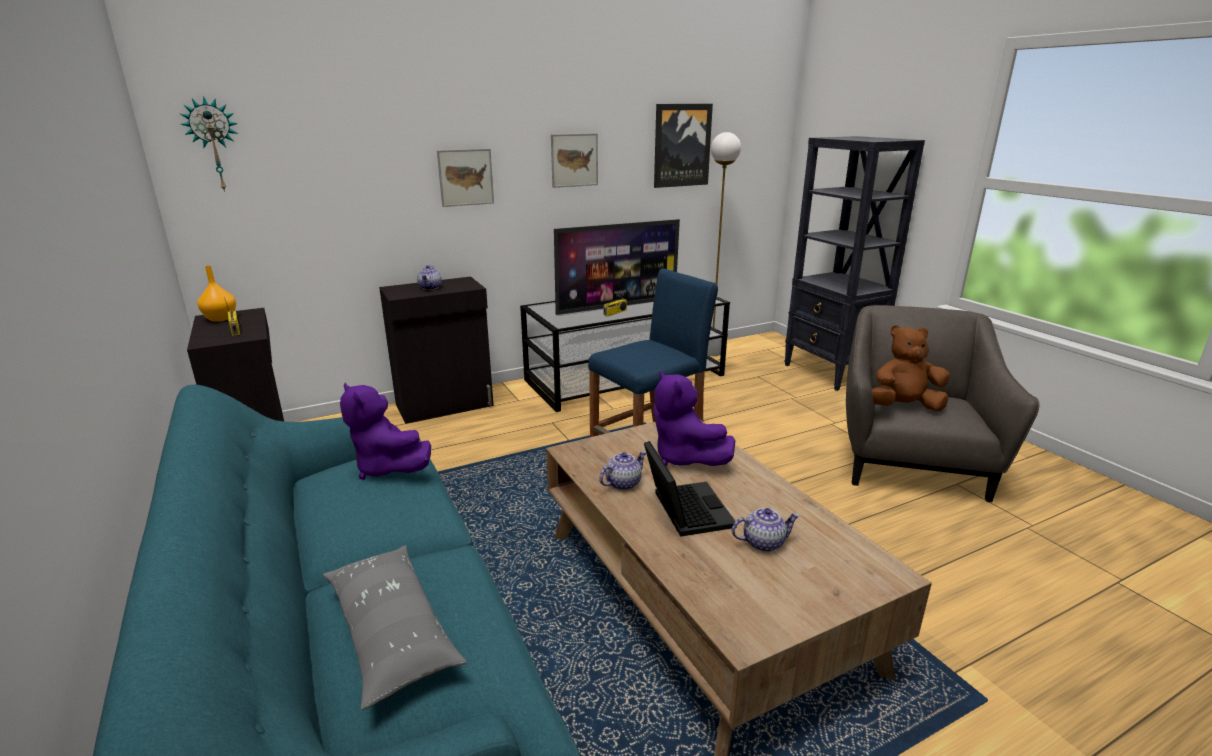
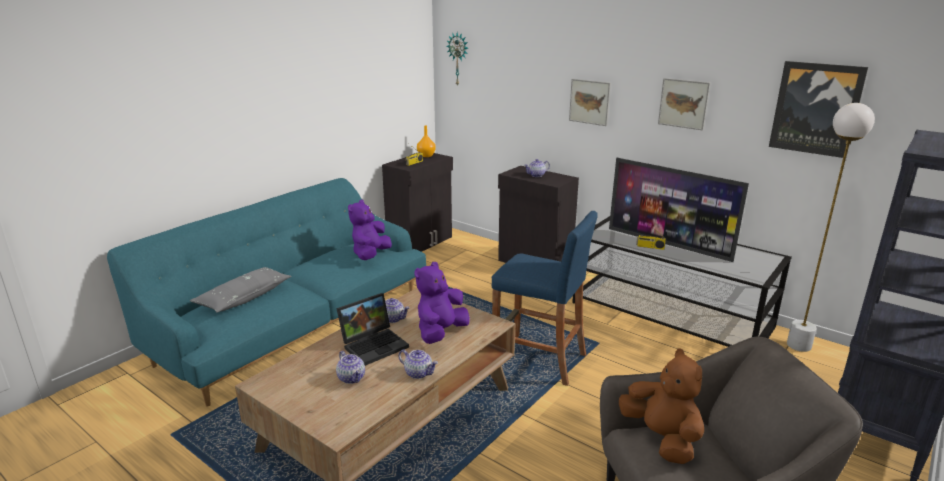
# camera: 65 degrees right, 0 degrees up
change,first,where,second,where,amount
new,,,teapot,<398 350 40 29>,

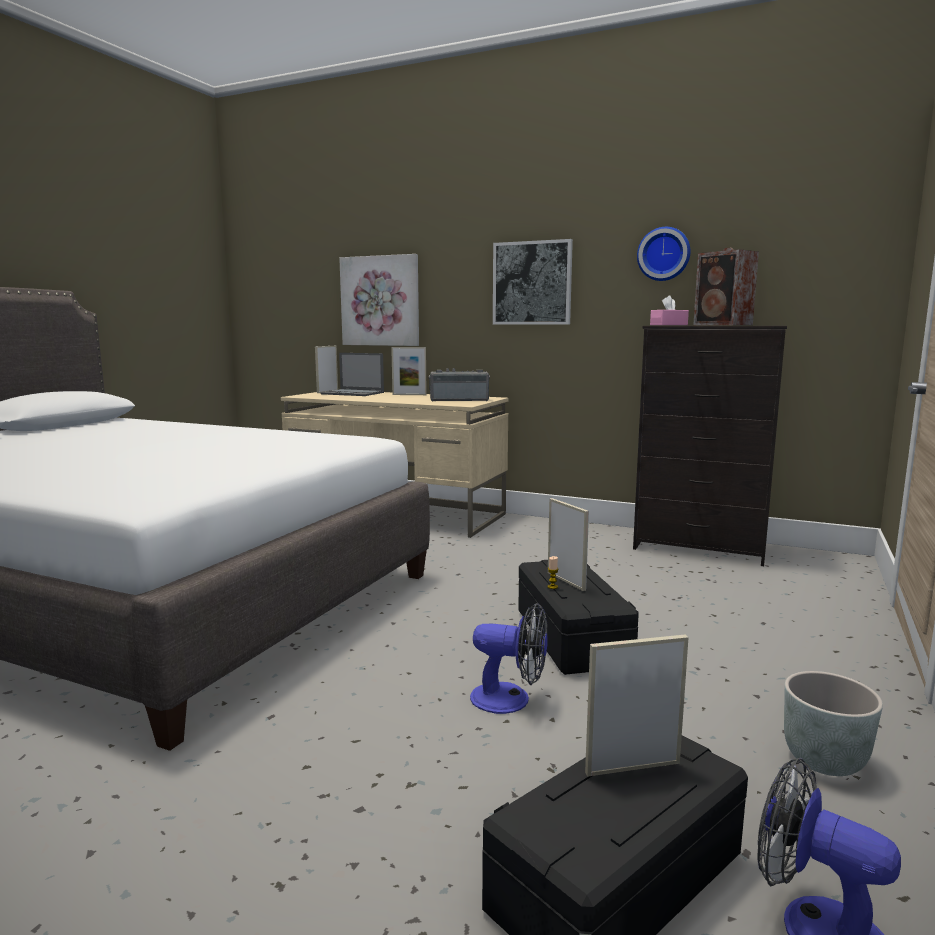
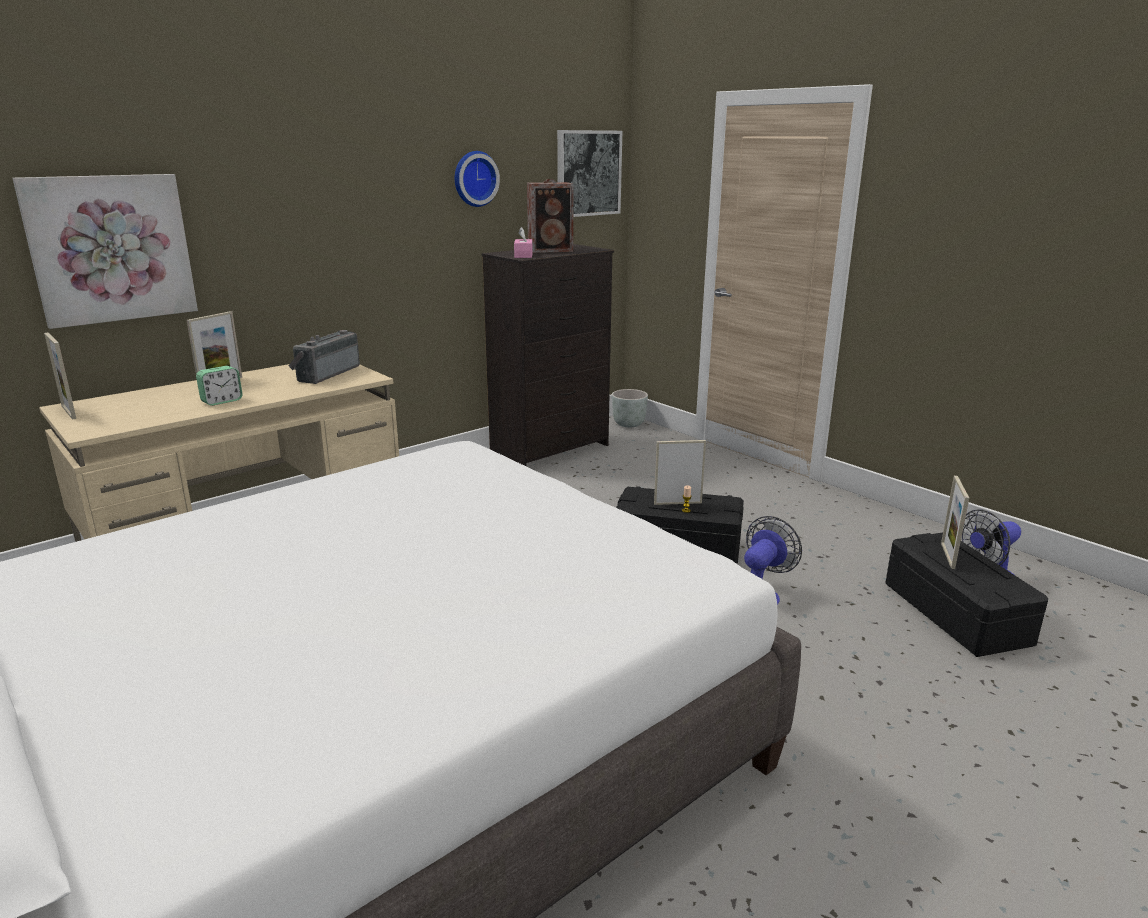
# camera: 65 degrees left, 10 degrees up
change,first,where,second,where,amount
shifted,picture,<493 239 80 86>,,<557 130 65 87>,
gone,laptop,<320 353 64 43>,,,
shifted,grey planter,<784 671 99 105>,,<612 389 36 38>,
new,,,alarm clock,<196 366 47 40>,

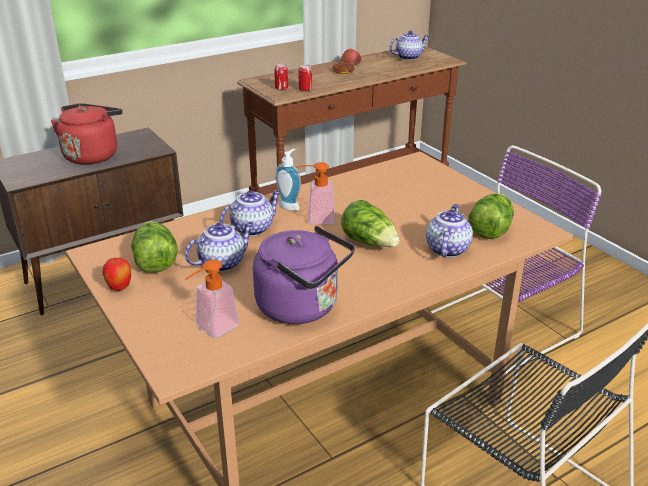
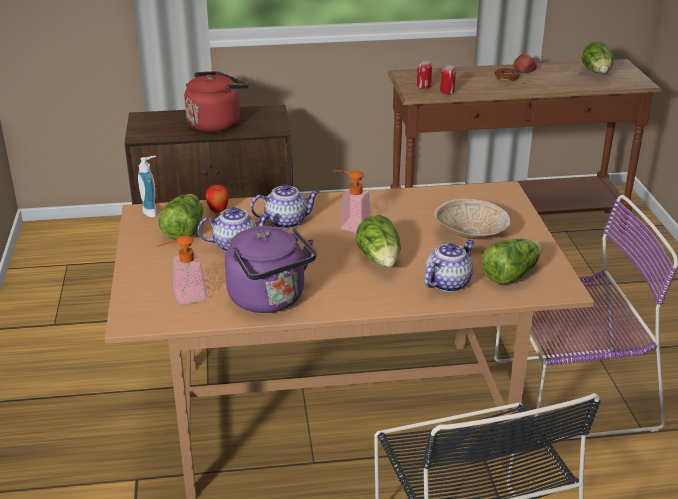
# camera: 25 degrees right, 0 degrees up
change,first,where,second,where,amount
swapped,teapot,<390 31 39 29>,lettuce,<582 41 32 32>,
shifted,soap dispenser,<275 148 26 63>,,<138 156 19 61>,
shifted,apple,<103 258 28 33>,,<206 185 23 28>,
new,,,beige bowl,<434 198 77 41>,

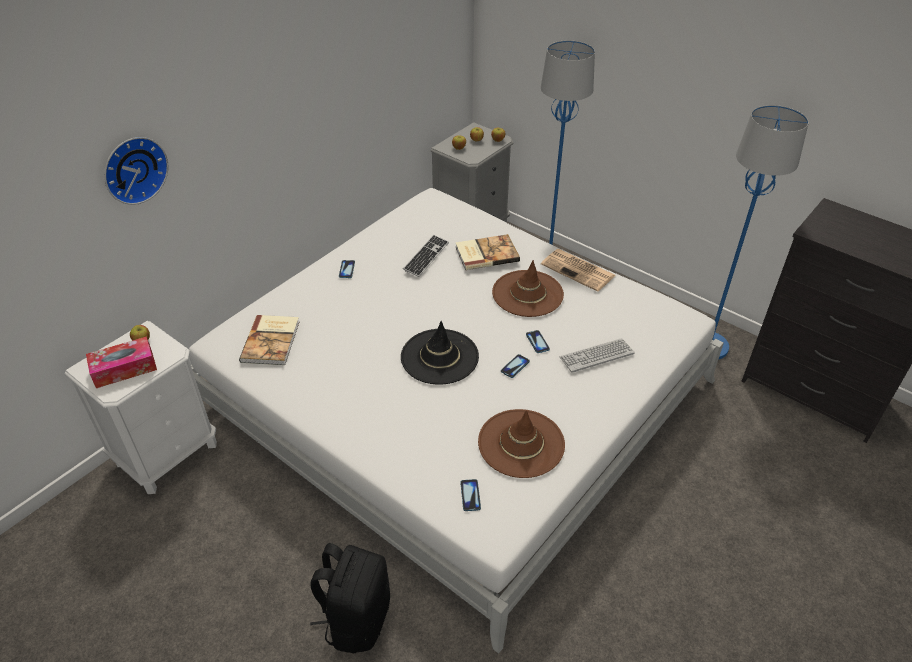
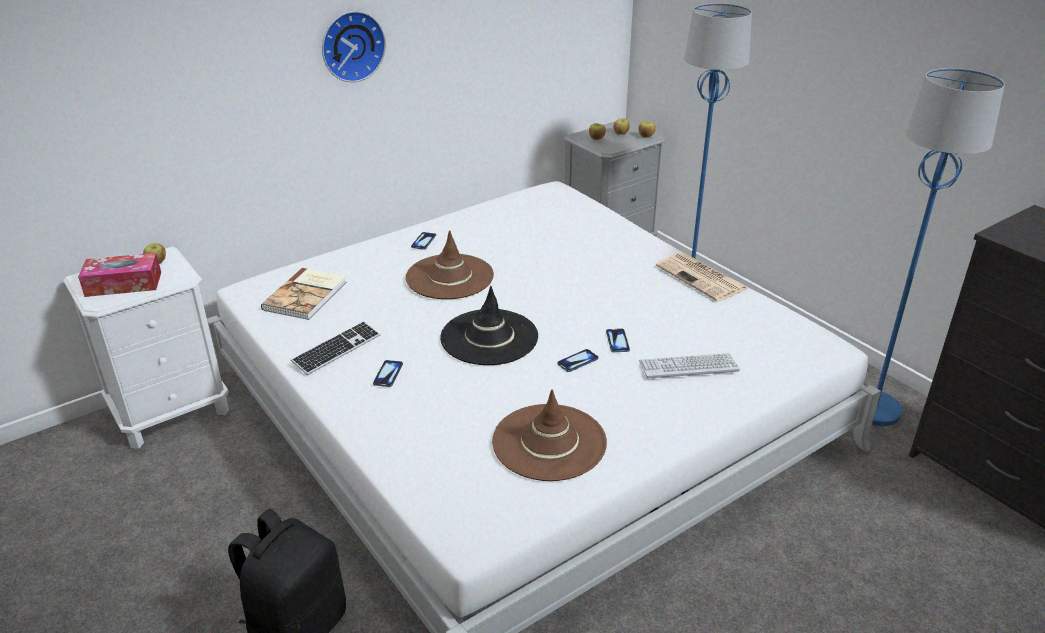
# camera: 15 degrees right, 10 degrees down
change,first,where,second,where,amount
shifted,wall clock,<104 137 64 68>,,<322 11 64 71>,
gone,book,<456 234 64 36>,,,
shifted,keyboard,<403 235 46 42>,,<291 321 89 54>,
shifted,brown hat,<492 260 72 57>,,<406 230 88 69>,
shifted,phone,<460 479 21 32>,,<373 360 30 27>,

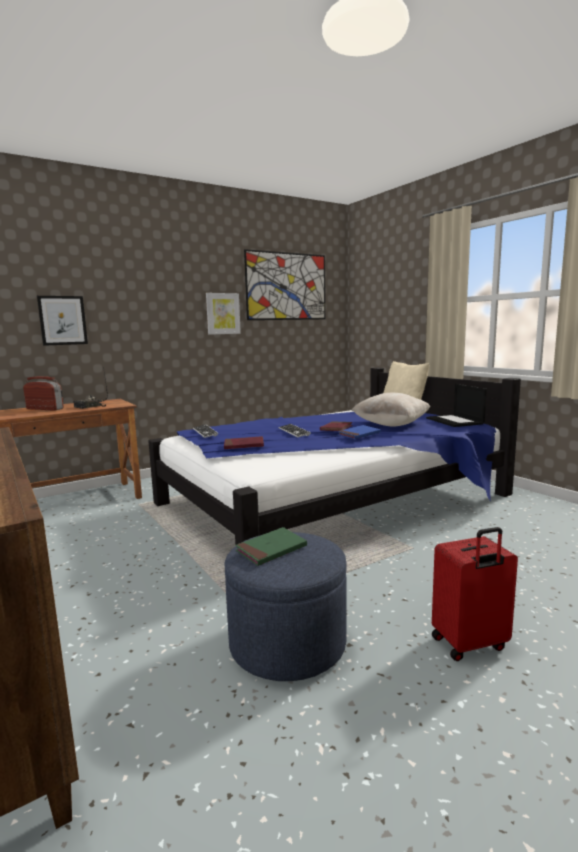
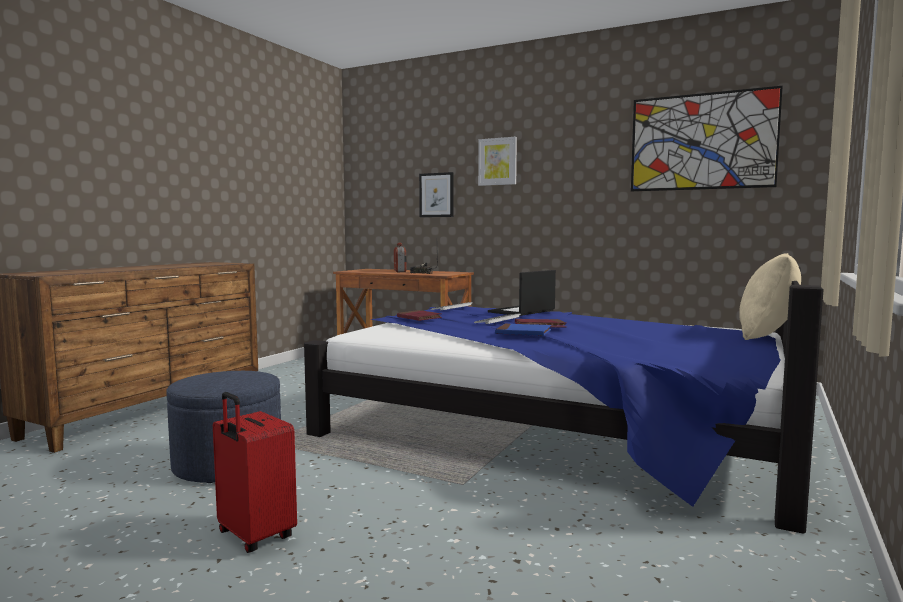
# camera: 60 degrees right, 5 degrees down
change,first,where,second,where,amount
shifted,picture,<206 293 35 42>,,<478 137 39 49>,
shifted,laptop,<426 384 61 43>,,<488 270 68 46>,
gone,beige pillow,<351 393 79 34>,,,
gone,green book,<235 527 72 39>,,,

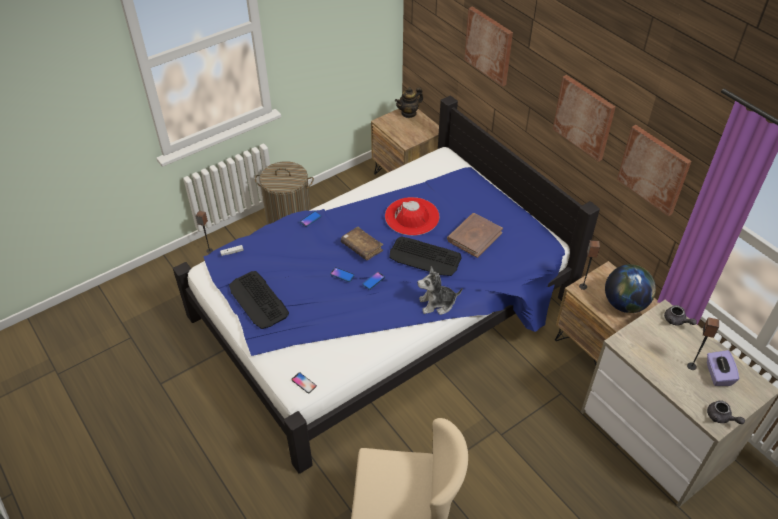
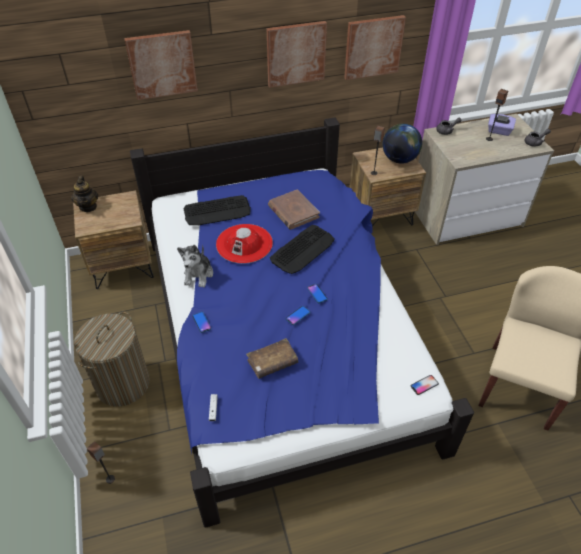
# camera: 70 degrees left, 0 degrees up
change,first,where,second,where,amount
shifted,brown book,<341 227 42 33>,,<246 338 52 41>,
shifted,plush toy,<417 266 46 49>,,<177 245 36 43>,
shifted,keyboard,<229 271 60 58>,,<184 195 67 30>,

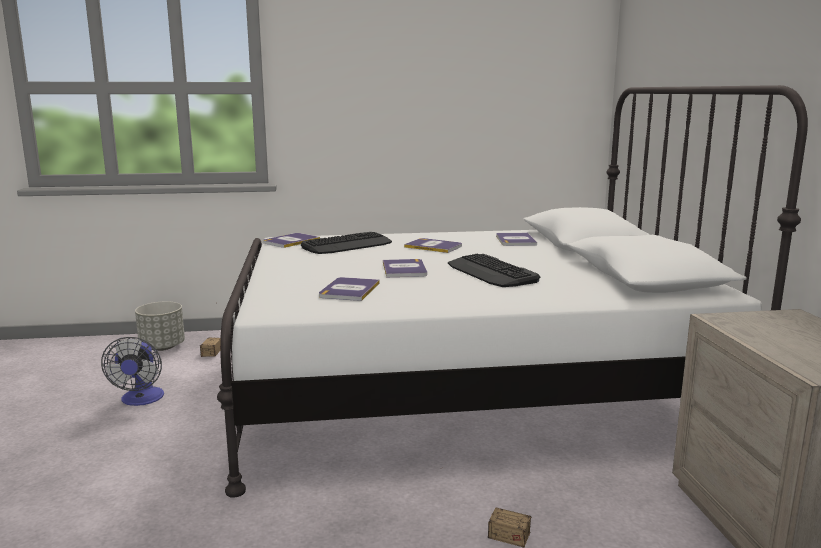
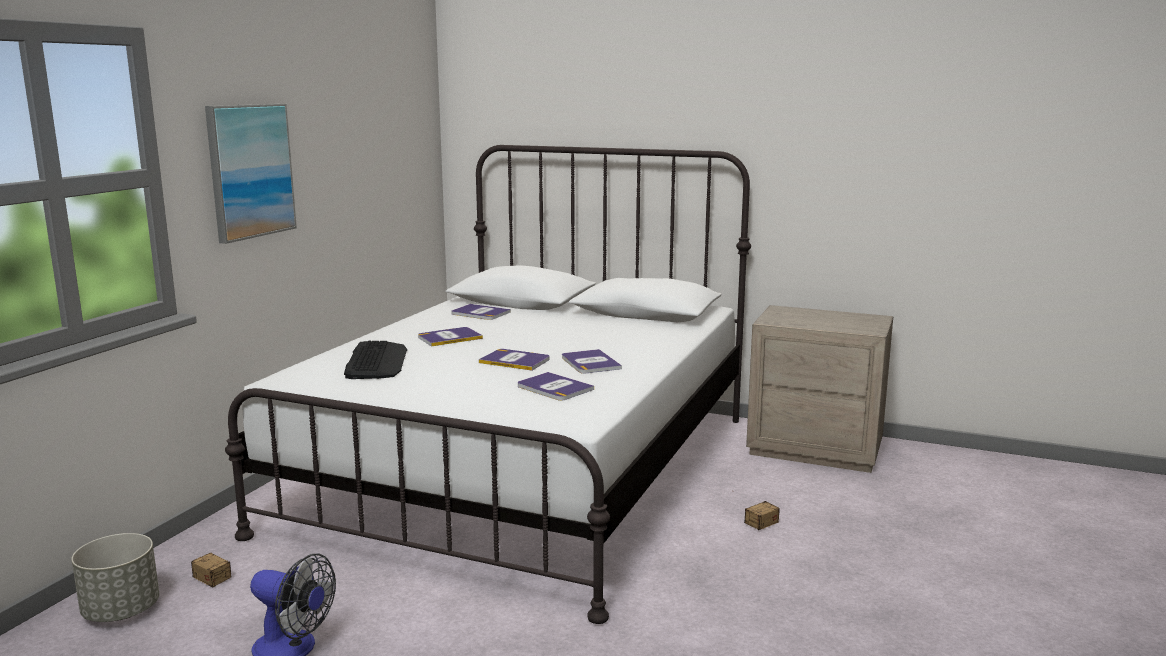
# camera: 60 degrees left, 0 degrees up
change,first,where,second,where,amount
shifted,book,<263 233 57 15>,,<562 349 60 25>,
gone,keyboard,<448 254 92 33>,,,
new,,,picture,<205 103 92 141>,

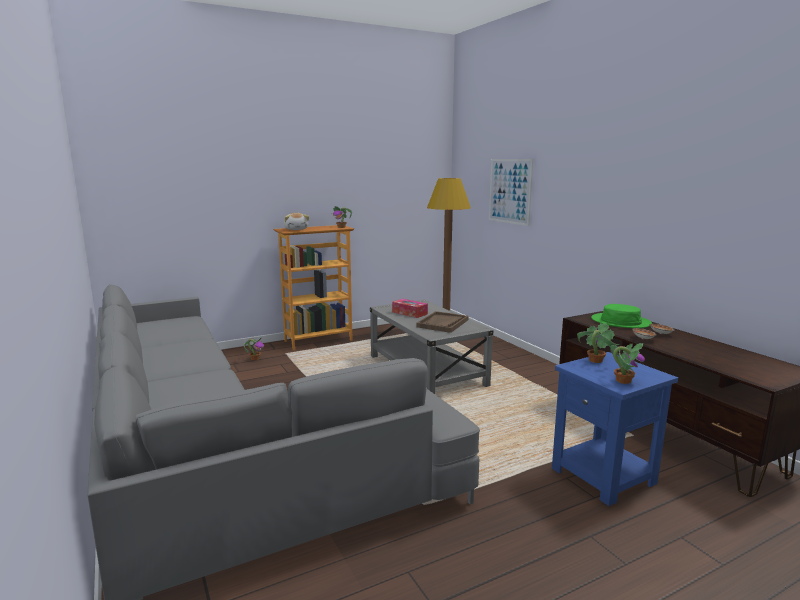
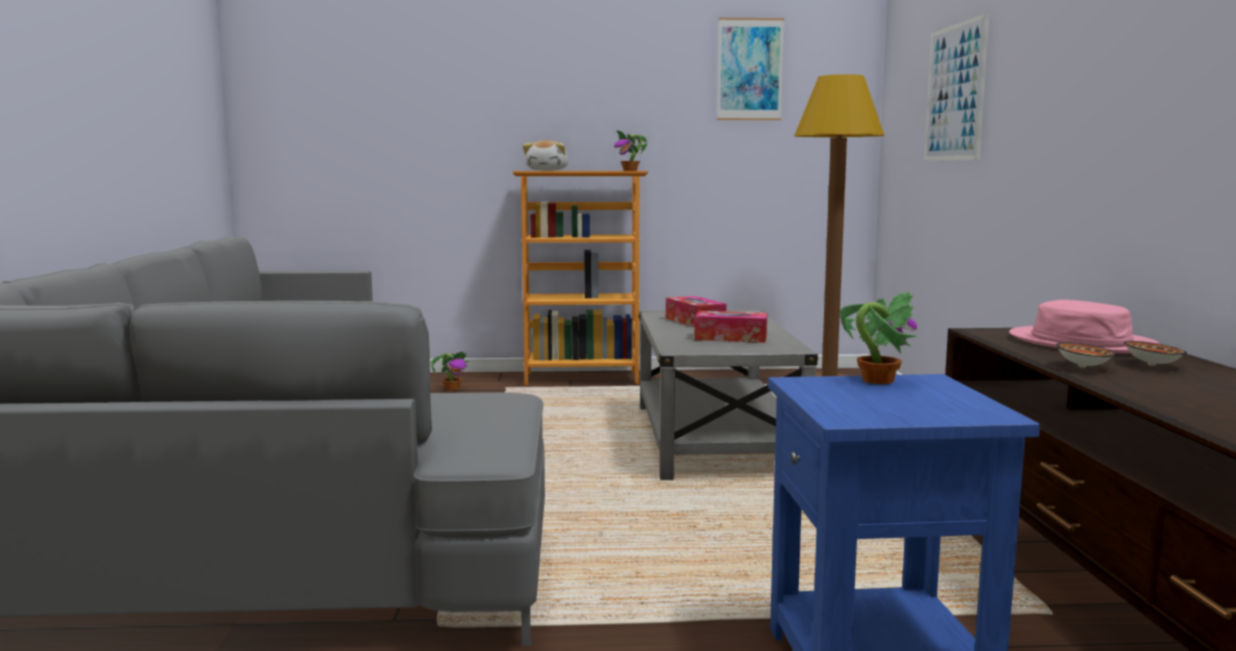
# camera: 25 degrees right, 5 degrees down
change,first,where,second,where,amount
repainted,green hat,<591 304 61 24>,pink hat,<1009 300 150 53>,
swapped,brown tray,<416 311 52 22>,tissue box,<694 311 73 32>,
gone,potted plant,<610 343 35 41>,,,
new,,,picture,<717 18 67 102>,

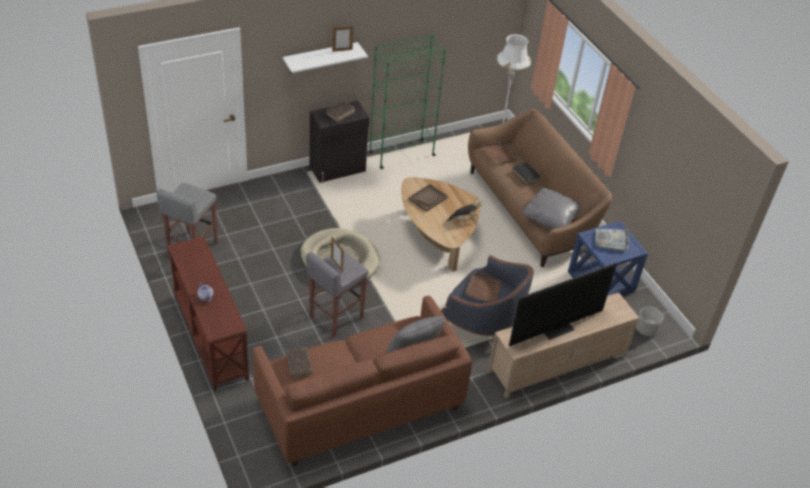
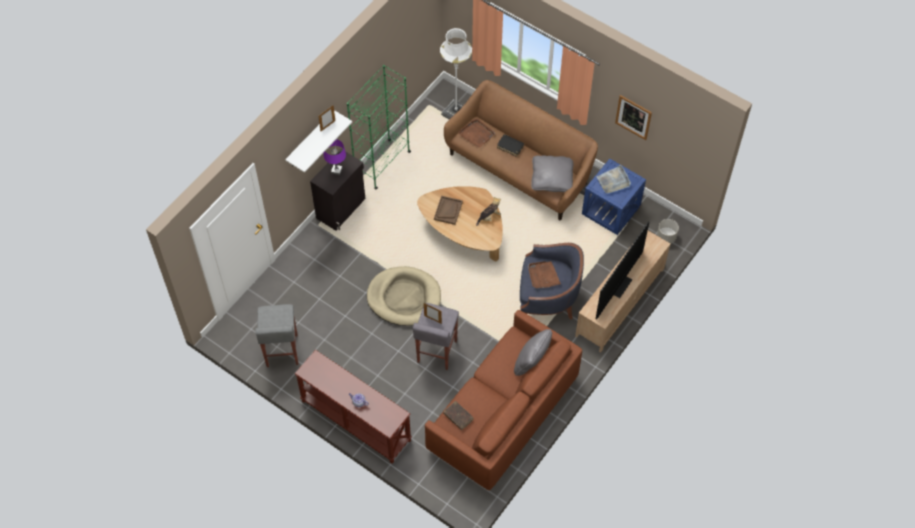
# camera: 25 degrees left, 15 degrees up
change,first,where,second,where,amount
swapped,brown book,<325 101 30 21>,purple table lamp,<323 139 23 36>,
new,,,picture,<615 95 37 45>,

